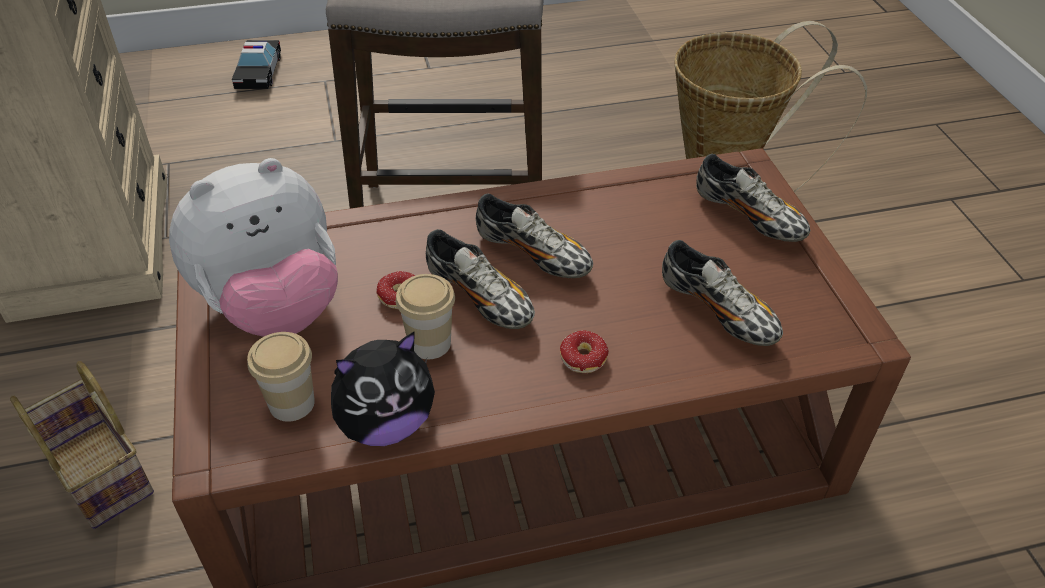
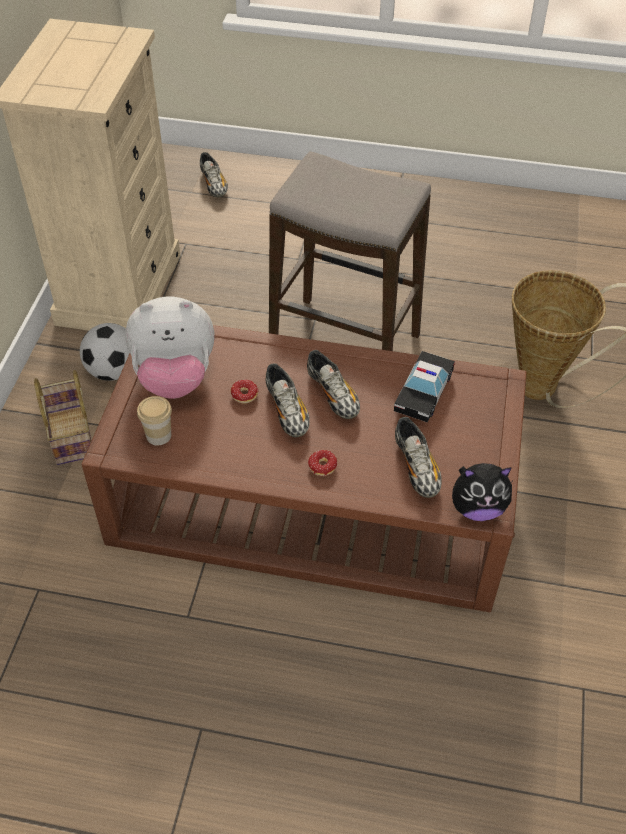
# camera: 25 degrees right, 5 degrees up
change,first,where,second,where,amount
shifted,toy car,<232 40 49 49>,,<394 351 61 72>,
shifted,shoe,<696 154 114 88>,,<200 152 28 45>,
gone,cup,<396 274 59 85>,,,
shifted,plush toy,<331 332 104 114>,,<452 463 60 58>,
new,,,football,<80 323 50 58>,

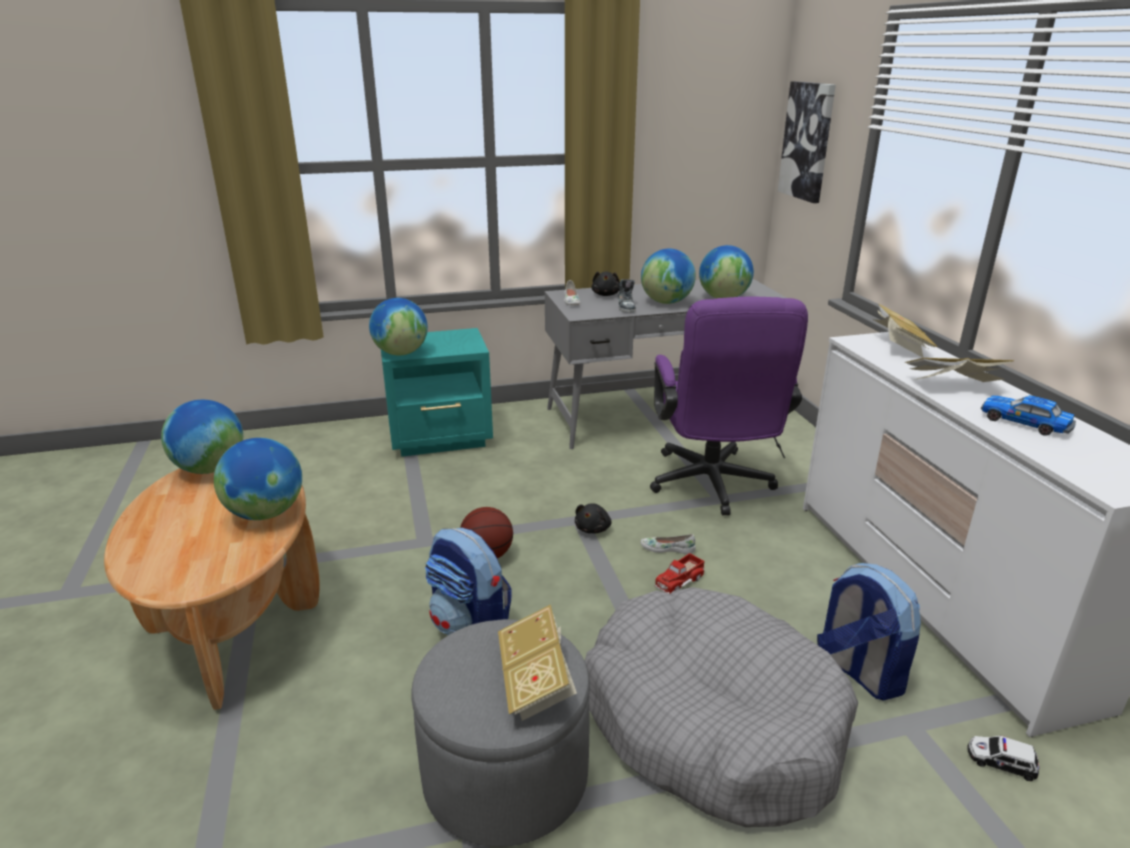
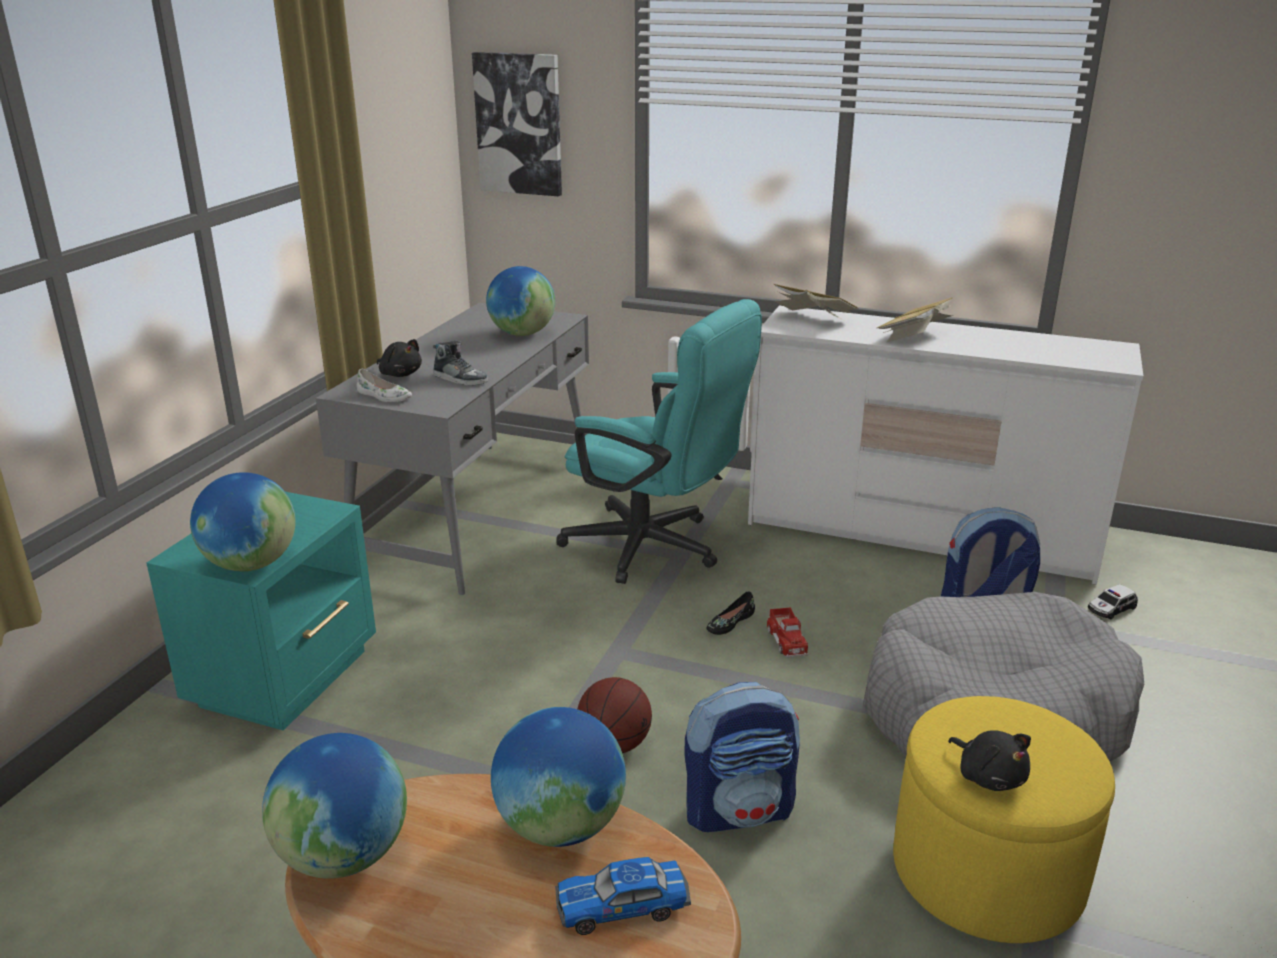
# camera: 55 degrees left, 0 degrees up
change,first,where,second,where,amount
gone,globe,<641 249 55 55>,,,
repainted,purple office chair,<650 297 158 219>,turquoise office chair,<557 299 205 285>,
shifted,toy car,<981 395 95 41>,,<555 857 136 78>,
shifted,black plush toy,<575 503 37 31>,,<948 730 83 61>,
repainted,white shoe,<641 534 55 20>,black shoe,<707 592 48 43>,
gone,book,<498 604 79 117>,,,
repainted,grey ottoman,<411 619 179 228>,yellow ottoman,<893 696 222 247>,

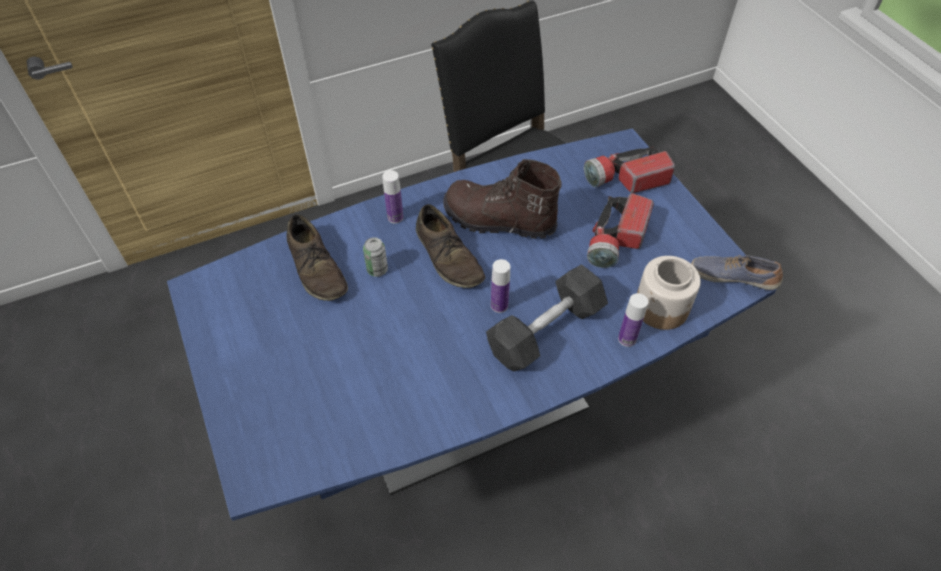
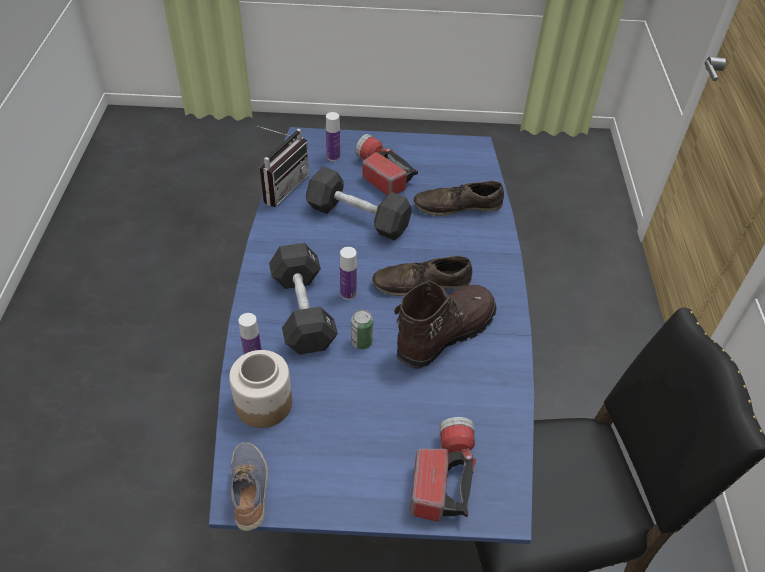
# camera: 115 degrees right, 5 degrees down
change,first,where,second,where,amount
shifted,bottle,<382 170 21 54>,,<326 112 14 49>,
shifted,flashlight,<587 193 67 75>,,<355 134 63 61>,
shifted,can,<363 237 25 40>,,<351 309 22 40>,
rotated,shoe,<691 255 92 35>,,<230 442 38 89>,60 degrees counterclockwise
new,,,radio,<257 126 52 81>,
new,,,black dumbbell,<306 166 106 75>,

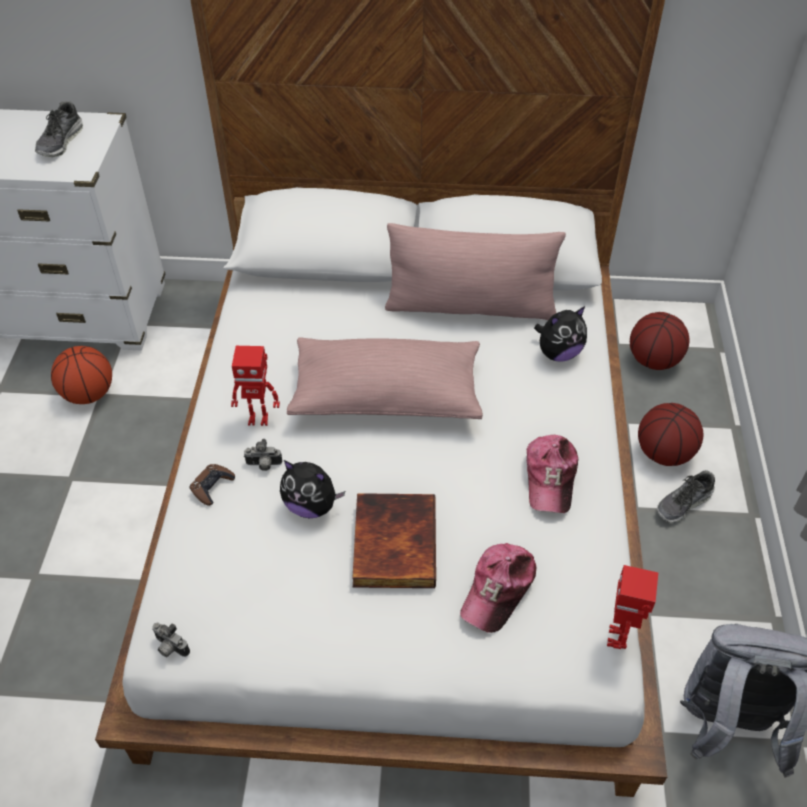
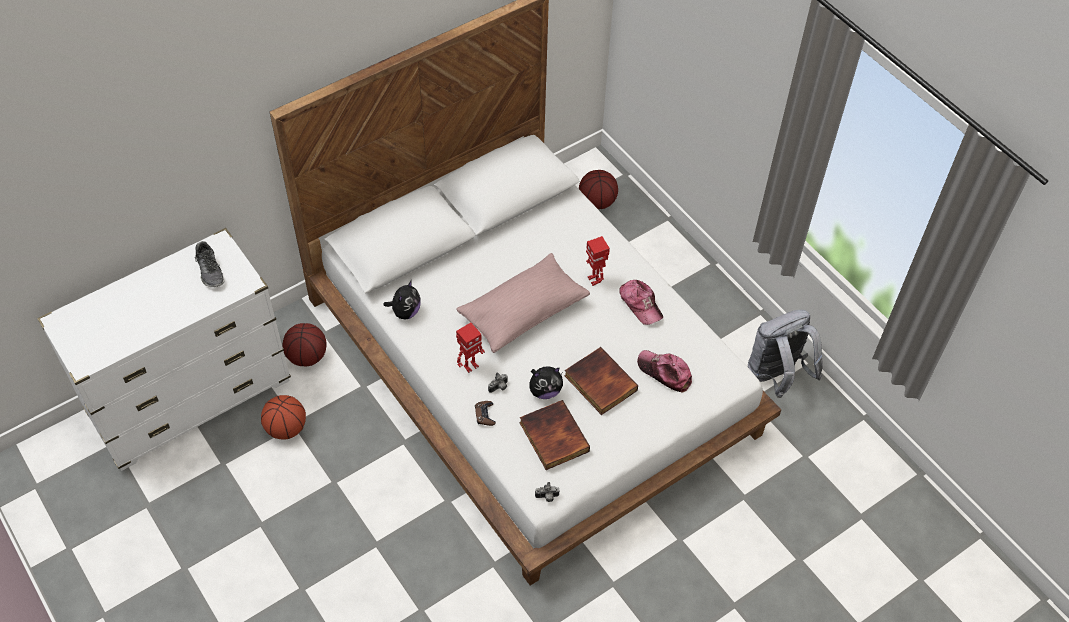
# camera: 40 degrees left, 5 degrees up
change,first,where,second,where,amount
gone,pink pillow,<385 223 181 97>,,,
shifted,plush toy,<534 306 53 56>,,<383 280 38 39>,
shifted,basketball,<638 403 65 63>,,<283 323 44 43>,
gone,shoe,<657 470 58 53>,,,
rotated,cap,<460 543 76 90>,,<637 350 55 43>,135 degrees clockwise
shifted,toy robot,<607 565 51 84>,,<586 236 24 50>,
new,,,book,<519 400 71 70>,

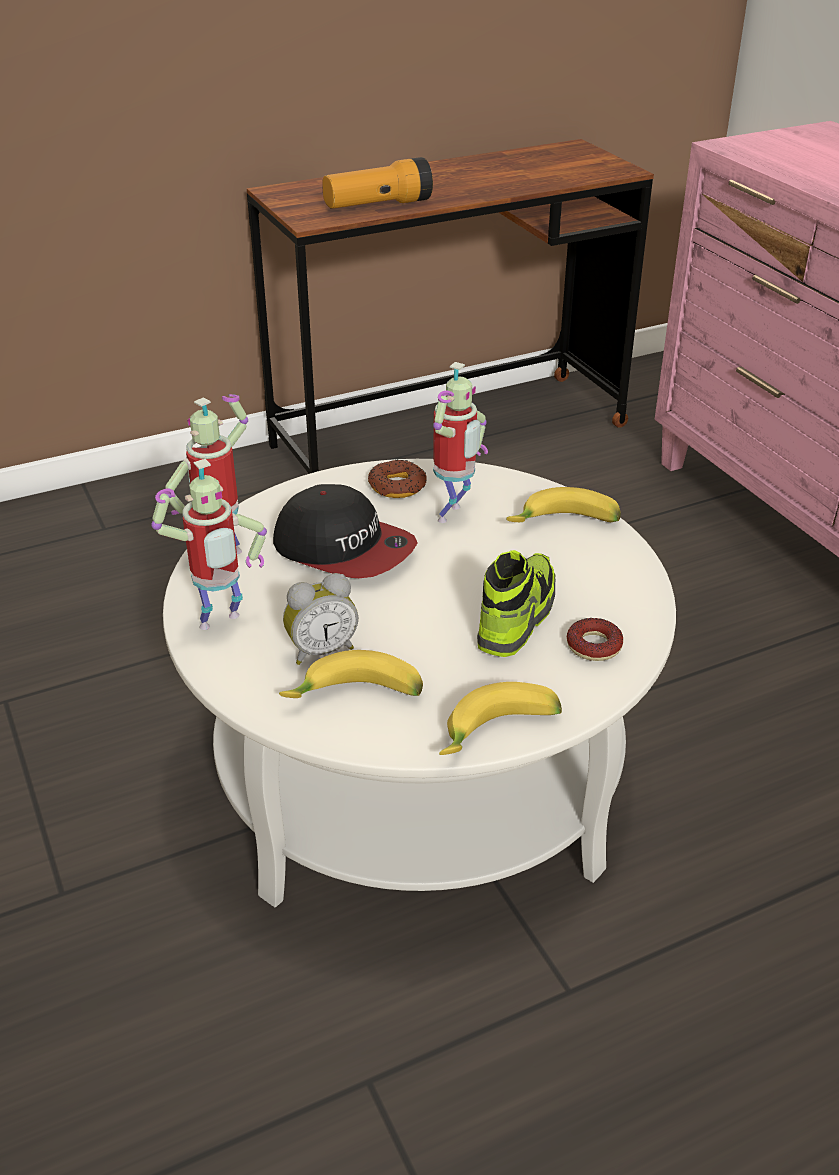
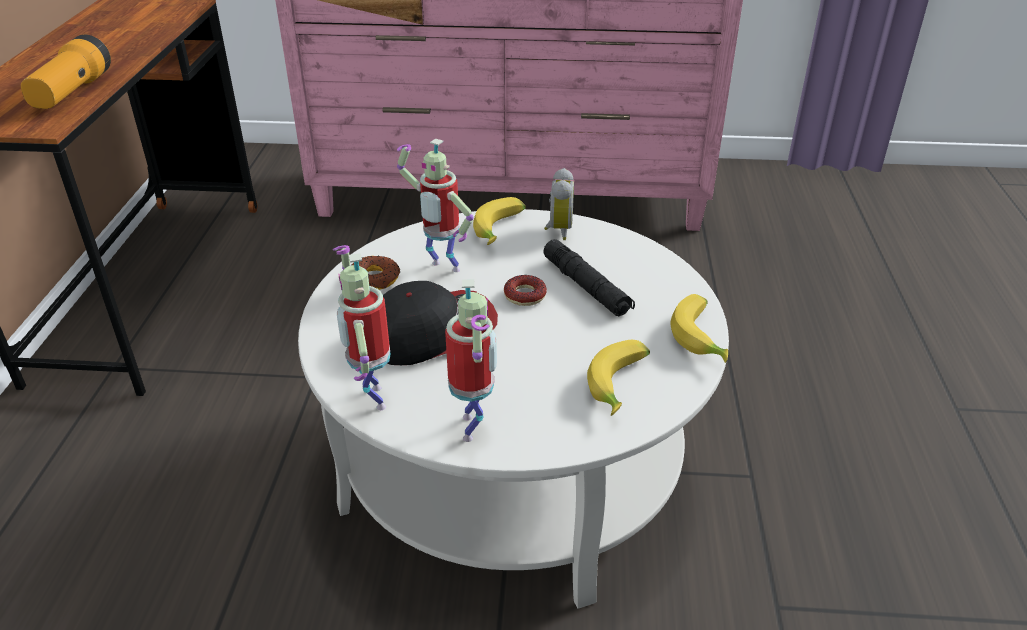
# camera: 60 degrees left, 0 degrees up
change,first,where,second,where,amount
rotated,toy robot,<433 362 55 161>,,<397 138 77 134>,150 degrees clockwise
swapped,shoe,<477 550 79 107>,black flashlight,<543 239 92 77>,
shifted,alarm clock,<283 573 75 92>,,<544 168 30 72>,
shifted,donut,<567 618 56 43>,,<504 275 43 31>,

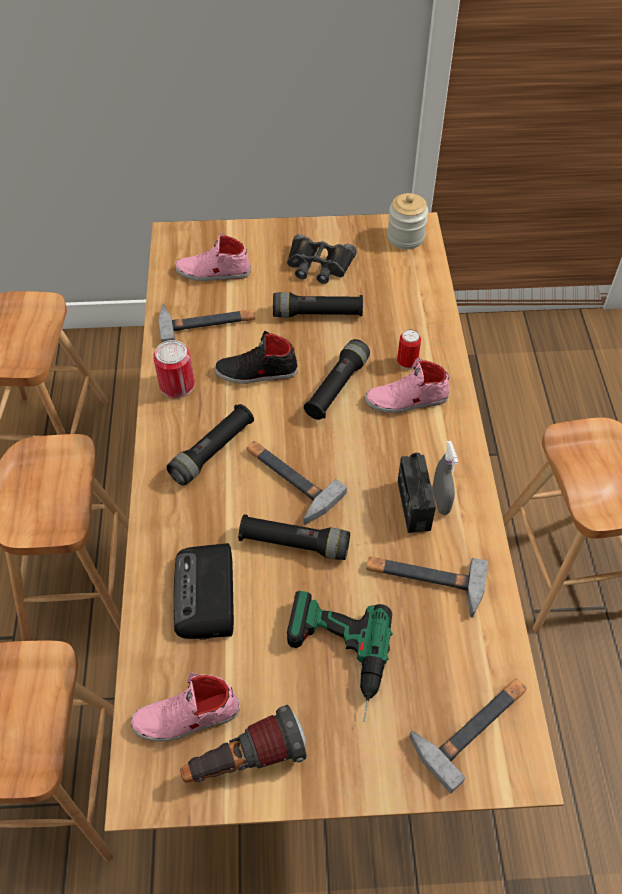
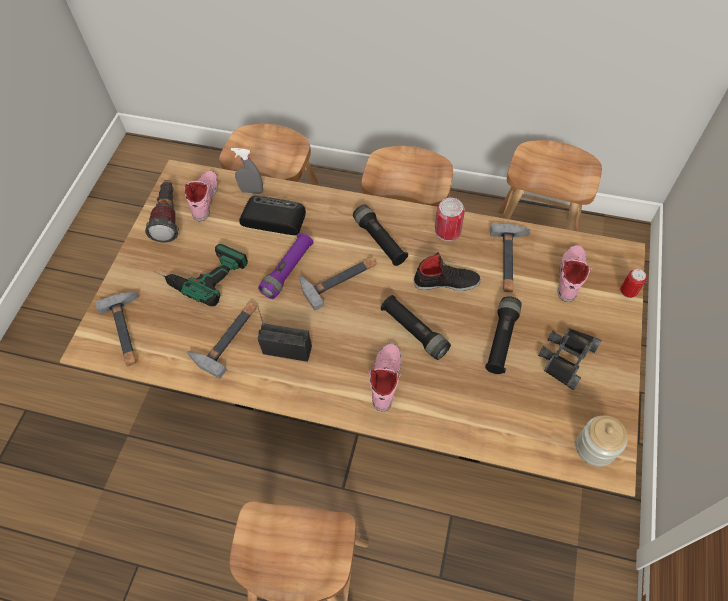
# camera: 110 degrees right, 5 degrees up
change,first,where,second,where,amount
shifted,can,<397 329 24 40>,,<621 269 26 29>,
rotated,black shoe,<215 331 83 53>,,<414 252 67 39>,75 degrees clockwise
shifted,grey spray bottle,<432 441 26 74>,,<231 148 32 46>,
repainted,black flashlight,<238 514 112 46>,purple flashlight,<258 233 55 66>,

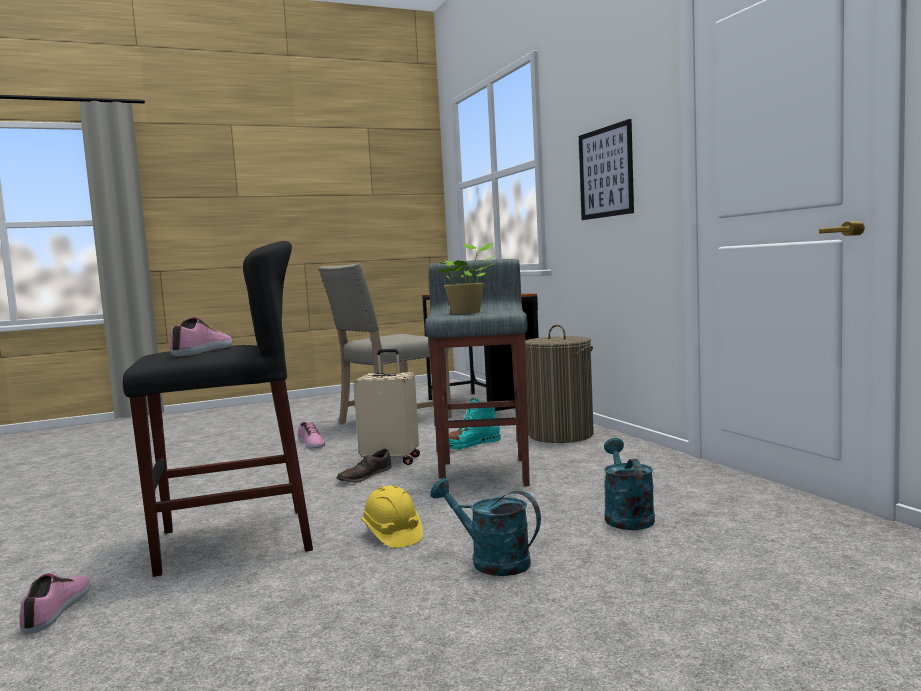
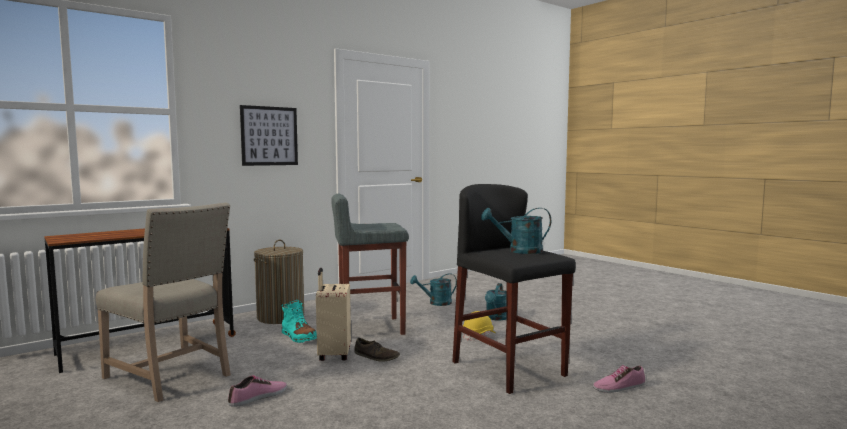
# camera: 105 degrees left, 0 degrees up
change,first,where,second,where,amount
gone,potted plant,<439 243 56 71>,,,
swapped,shoe,<170 317 62 39>,turquoise watering can,<481 208 70 46>,

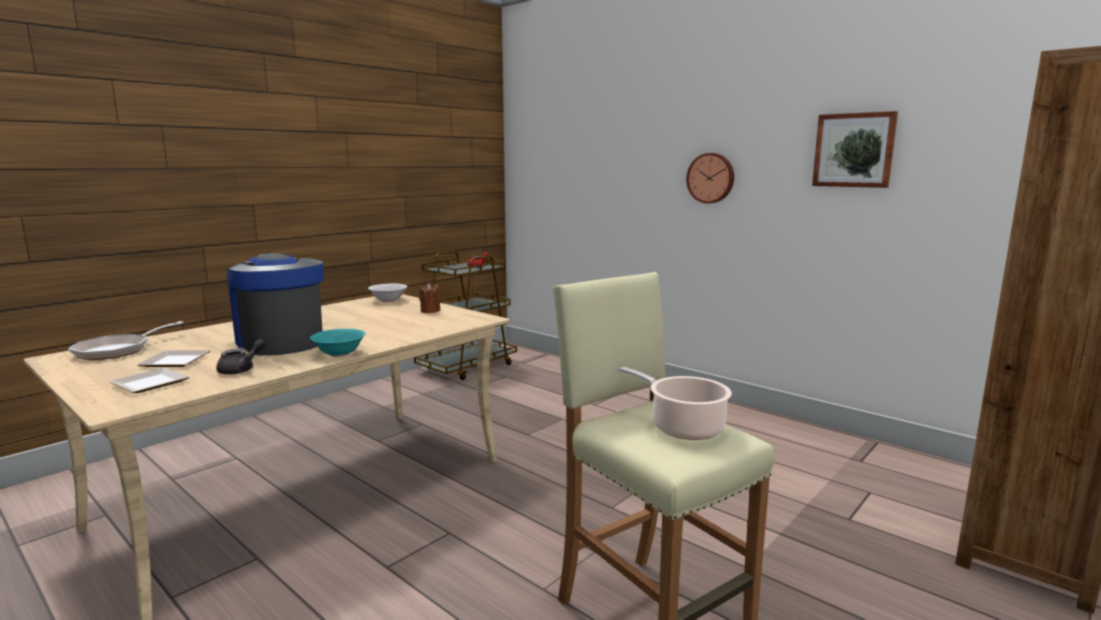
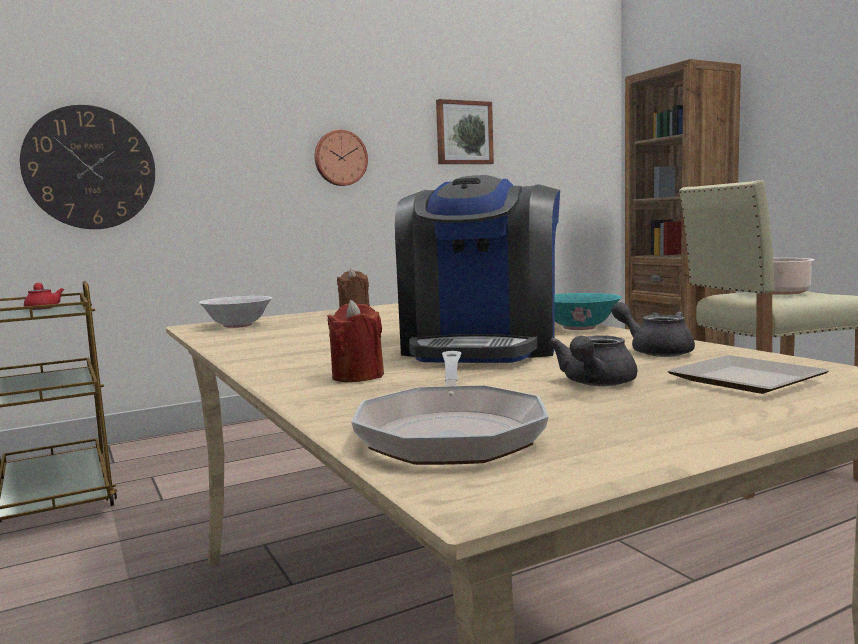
# camera: 70 degrees left, 5 degrees down
change,first,where,second,where,amount
rotated,coffee machine,<227 253 97 103>,,<395 175 165 188>,60 degrees counterclockwise
rotated,frying pan,<68 321 116 39>,,<351 351 198 114>,45 degrees clockwise
swapped,plate,<137 350 73 17>,grey teapot,<548 335 89 51>,
new,,,wall clock,<20 105 135 124>,
new,,,red candle,<327 300 57 82>,

